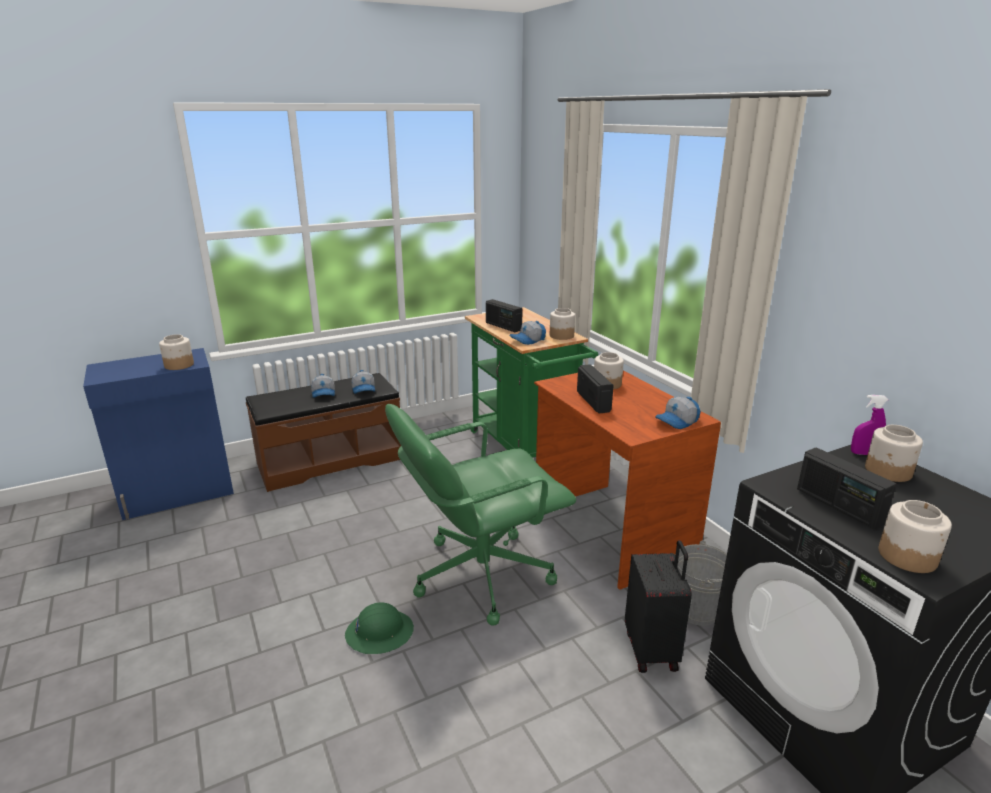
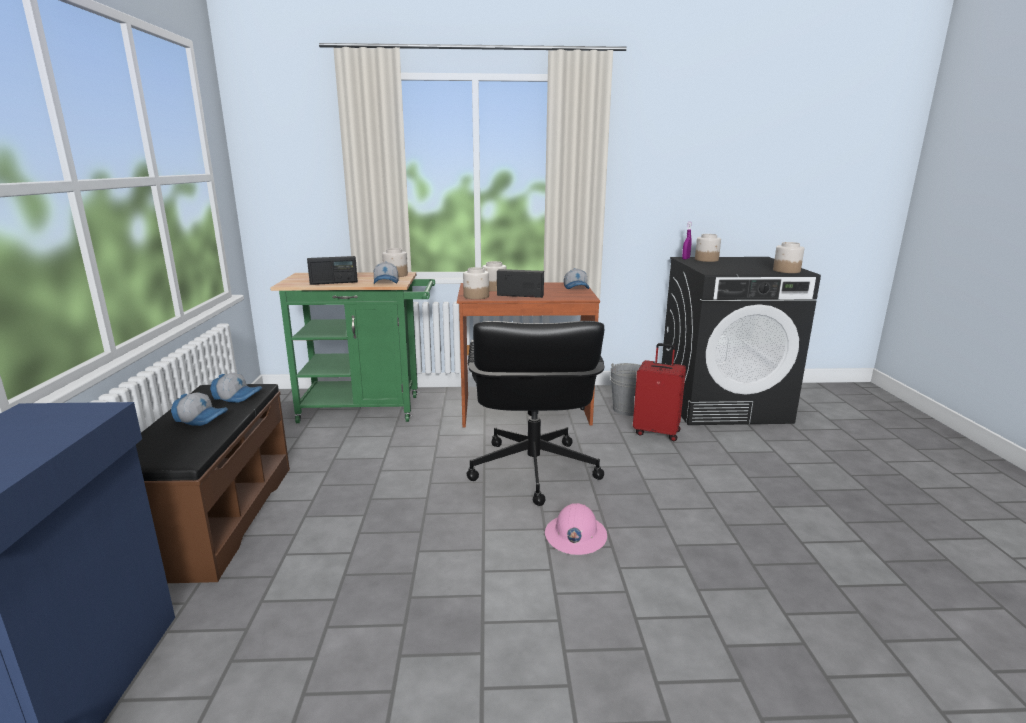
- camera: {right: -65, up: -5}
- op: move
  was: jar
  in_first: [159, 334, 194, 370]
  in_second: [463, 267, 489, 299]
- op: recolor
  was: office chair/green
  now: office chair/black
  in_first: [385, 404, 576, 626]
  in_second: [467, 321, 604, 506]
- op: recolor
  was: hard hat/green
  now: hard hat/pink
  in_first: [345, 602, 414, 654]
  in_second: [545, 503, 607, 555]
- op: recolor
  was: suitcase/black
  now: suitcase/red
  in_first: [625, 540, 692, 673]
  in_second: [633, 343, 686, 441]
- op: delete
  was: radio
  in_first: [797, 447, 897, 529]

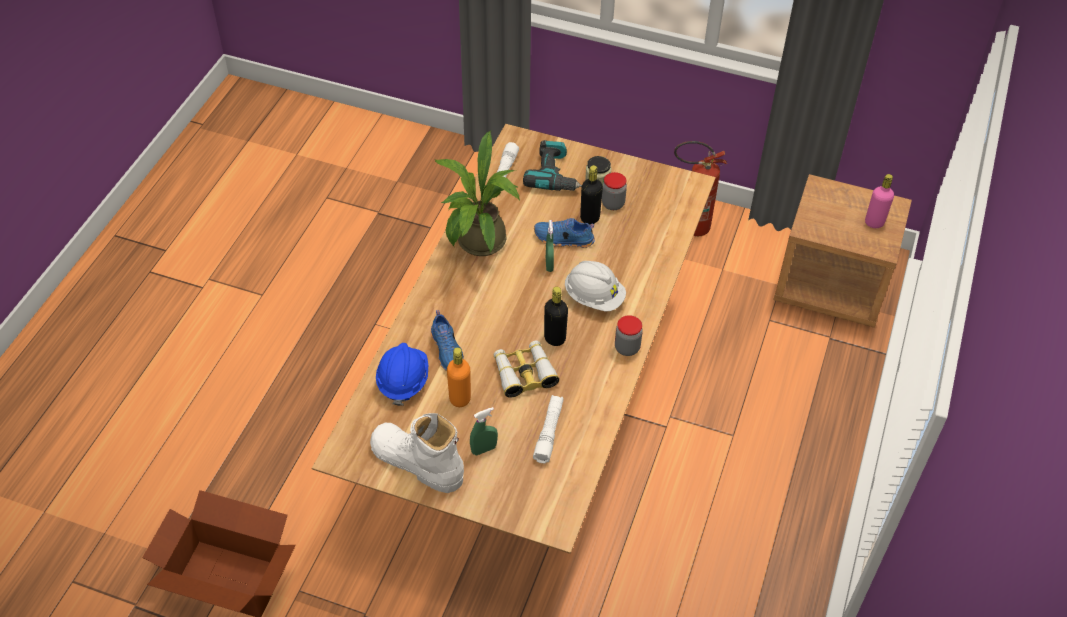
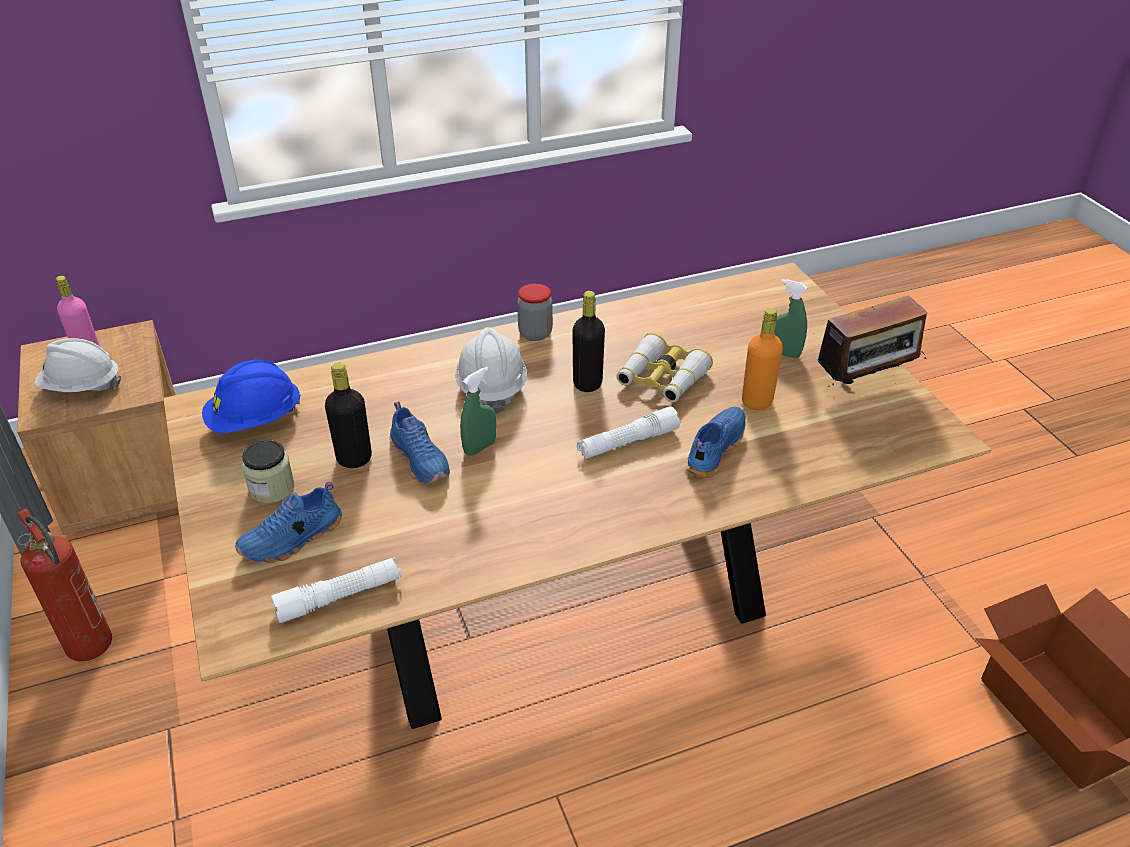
- camera: {right: -130, up: -10}
- op: insert
  now: hard hat/white
  in_second: [35, 338, 121, 392]
- op: move
  was: hard hat/blue
  in_first: [376, 343, 428, 406]
  in_second: [202, 360, 301, 433]
- op: replace
  was: power drill
  now: shoe/blue
  in_first: [523, 140, 582, 191]
  in_second: [235, 482, 342, 563]
- op: move
  was: flashlight/white
  in_first: [533, 395, 564, 463]
  in_second: [577, 406, 680, 459]
- op: replace
  was: boot/white
  now: radio
  in_first: [370, 413, 464, 493]
  in_second: [813, 293, 927, 387]
- op: delete
  was: potted plant
  in_first: [435, 131, 520, 256]
- op: delete
  was: jar
  in_first: [602, 172, 627, 210]

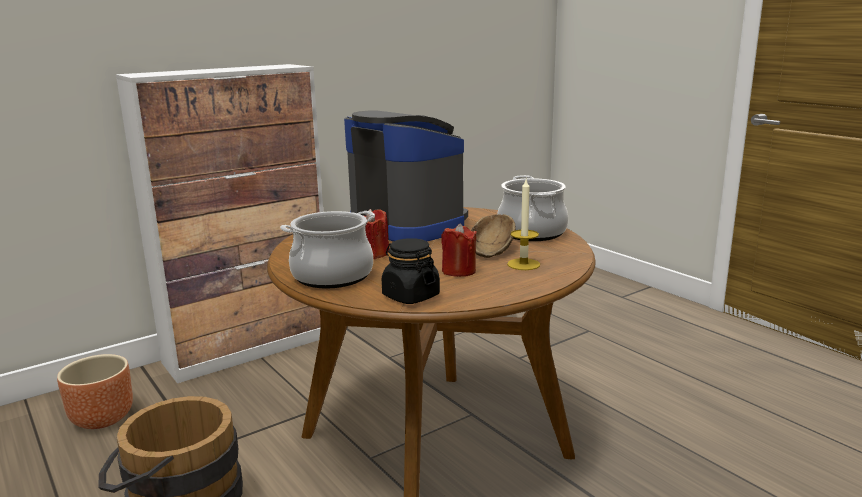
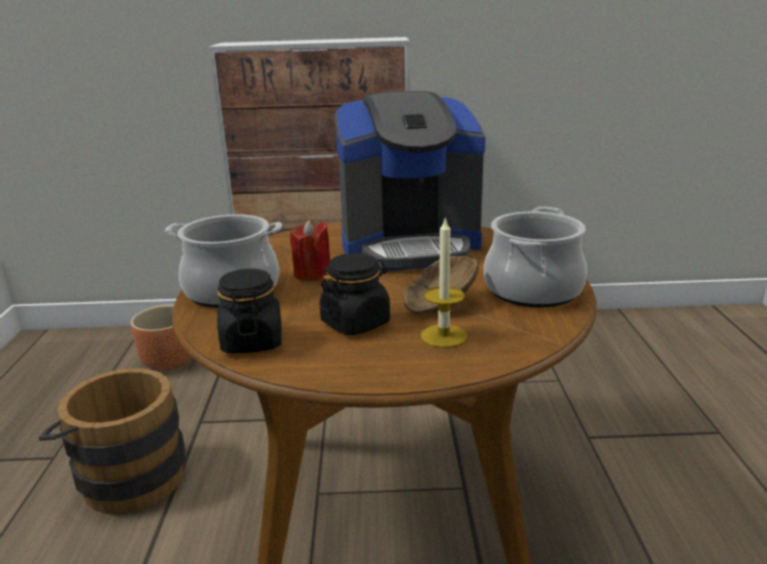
- camera: {right: 35, up: 5}
- op: replace
  was: candle/red
  now: jar/black
  in_first: [441, 223, 477, 277]
  in_second: [319, 253, 390, 335]
- op: rotate
  was: coffee machine
  in_first: [344, 111, 468, 242]
  in_second: [335, 91, 486, 271]
  clockwise: 90

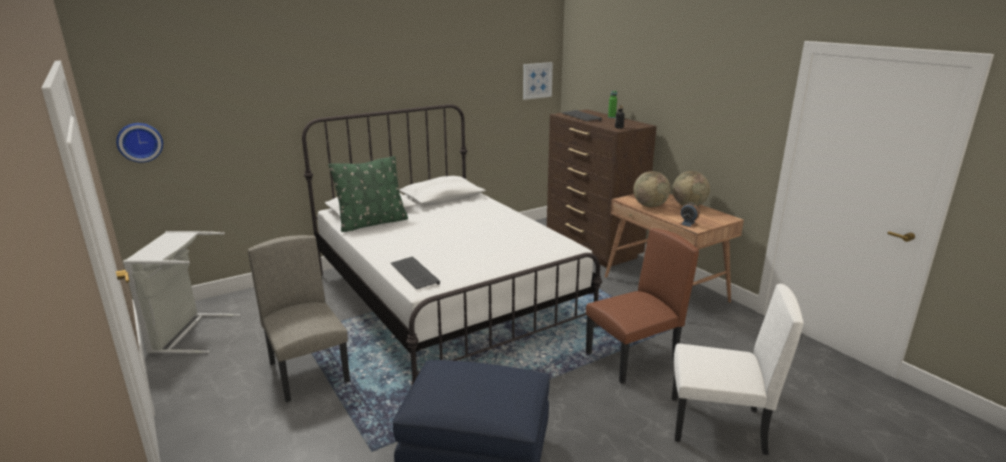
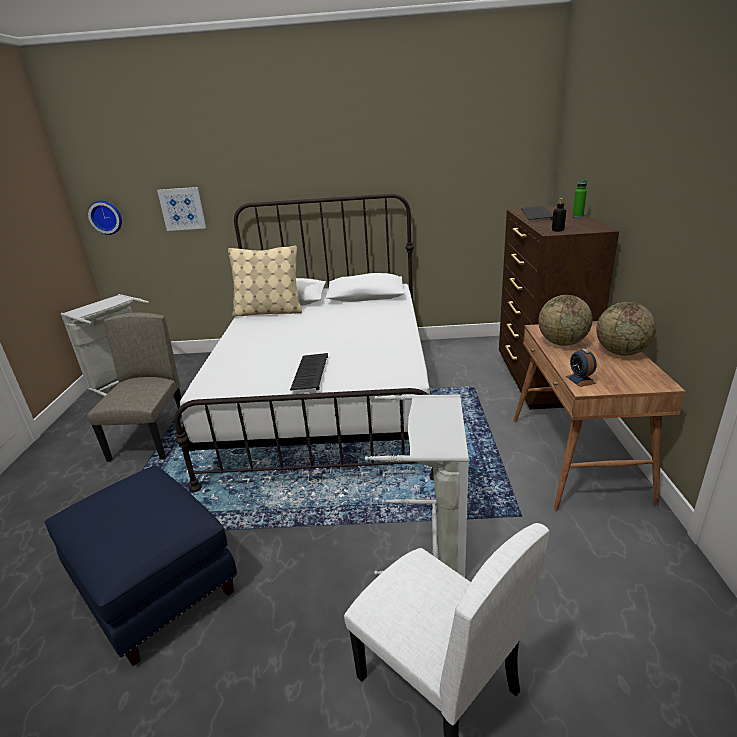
- camera: {right: 35, up: 5}
- op: move
  was: picture
  in_first: [523, 62, 553, 100]
  in_second: [157, 187, 206, 231]
- op: recolor
  was: pillow/green
  now: pillow/beige
  in_first: [329, 156, 408, 232]
  in_second: [228, 246, 302, 316]
- op: move
  was: keyboard
  in_first: [390, 256, 440, 289]
  in_second: [290, 353, 328, 391]
- op: replace
  was: chair/brown
  now: laundry basket/grey
  in_first: [586, 228, 699, 383]
  in_second: [365, 395, 469, 578]

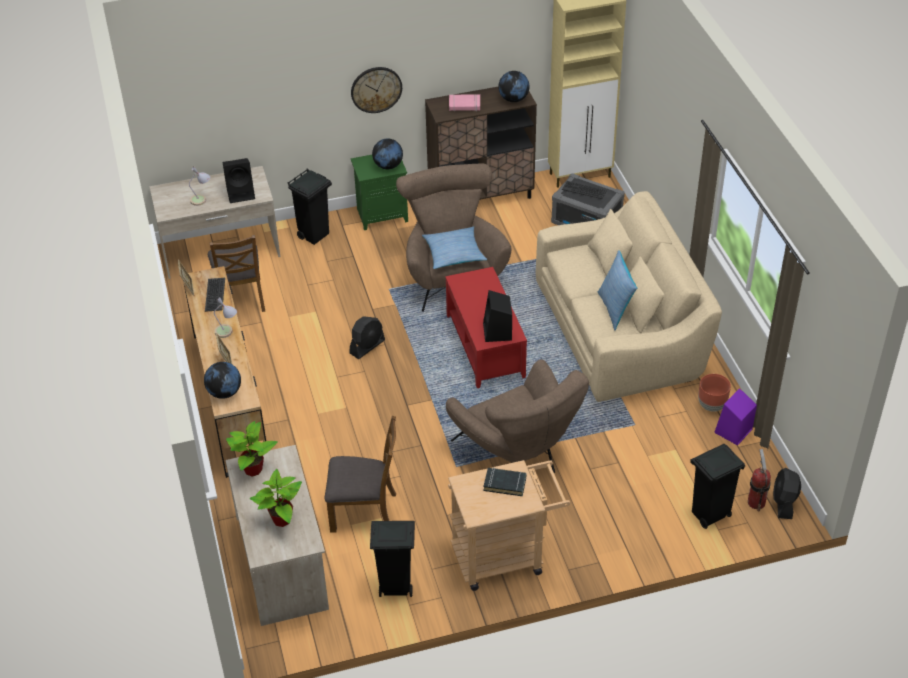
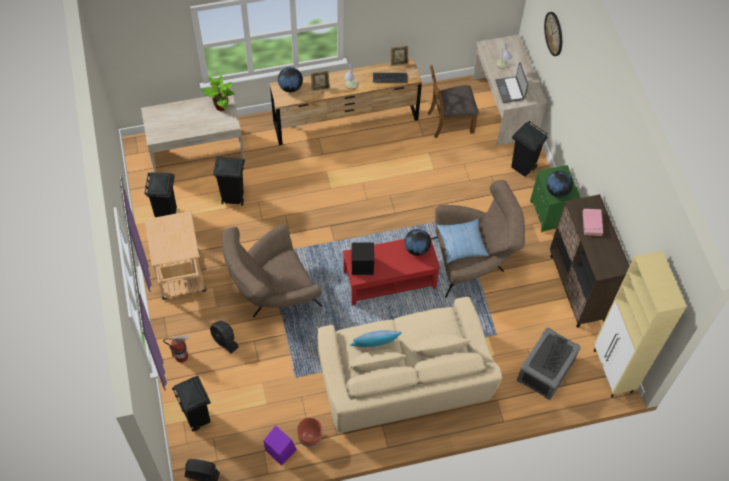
- camera: {right: 90, up: 15}
- op: move
  was: fire extinguisher
  in_first: [748, 449, 771, 512]
  in_second: [163, 336, 189, 363]
- op: move
  was: fan/black
  in_first: [349, 316, 385, 359]
  in_second: [210, 320, 239, 354]
- op: replace
  was: chair/brown
  now: trash can/black
  in_first: [325, 416, 396, 532]
  in_second: [213, 157, 245, 206]
- op: move
  was: globe
  in_first: [498, 71, 529, 102]
  in_second: [404, 229, 431, 256]
- op: replace
  was: speaker/black
  now: laptop
  in_first: [223, 158, 255, 203]
  in_second: [495, 62, 528, 103]
- op: move
  was: wall clock
  in_first: [351, 67, 402, 113]
  in_second: [544, 12, 562, 56]
- op: delete
  was: potted plant
  in_first: [250, 469, 302, 527]
- op: delete
  was: book/black
  in_first: [484, 468, 526, 496]

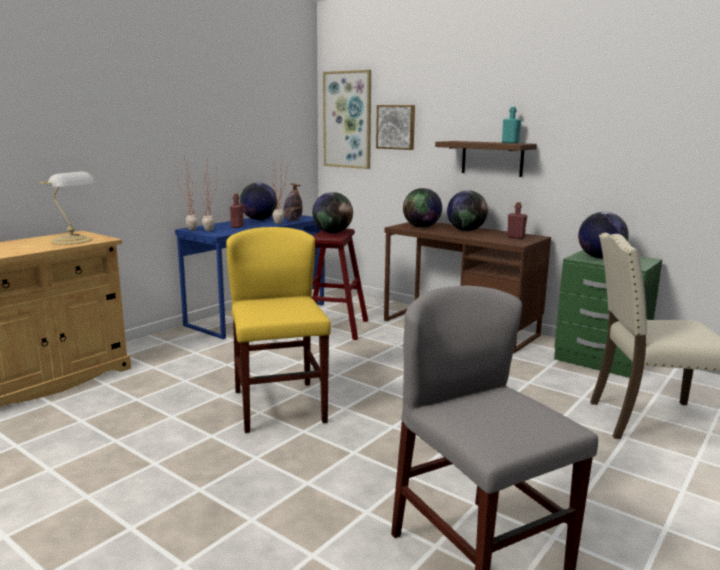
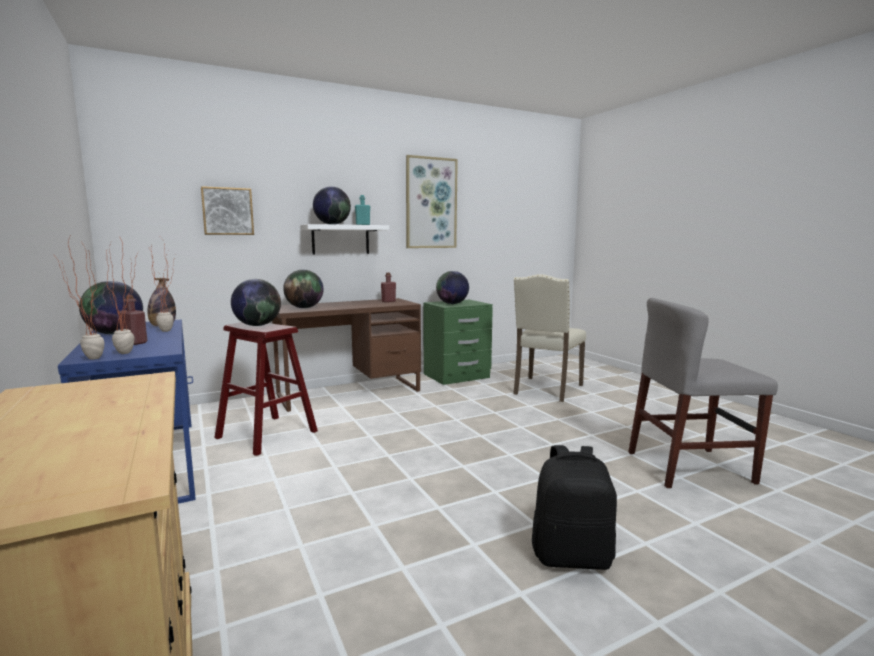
- camera: {right: -65, up: -5}
- op: recolor
  was: shelf/brown
  now: shelf/white
  in_first: [435, 141, 537, 177]
  in_second: [300, 224, 389, 254]
- op: move
  was: globe
  in_first: [447, 190, 488, 231]
  in_second: [313, 186, 351, 224]
- op: move
  was: picture
  in_first: [323, 70, 371, 169]
  in_second: [406, 155, 458, 248]
- op: insert
  now: backpack/black
  in_second: [532, 445, 617, 570]
- op: delete
  was: table lamp
  in_first: [39, 172, 97, 245]
- op: delete
  was: chair/yellow
  in_first: [226, 227, 331, 433]

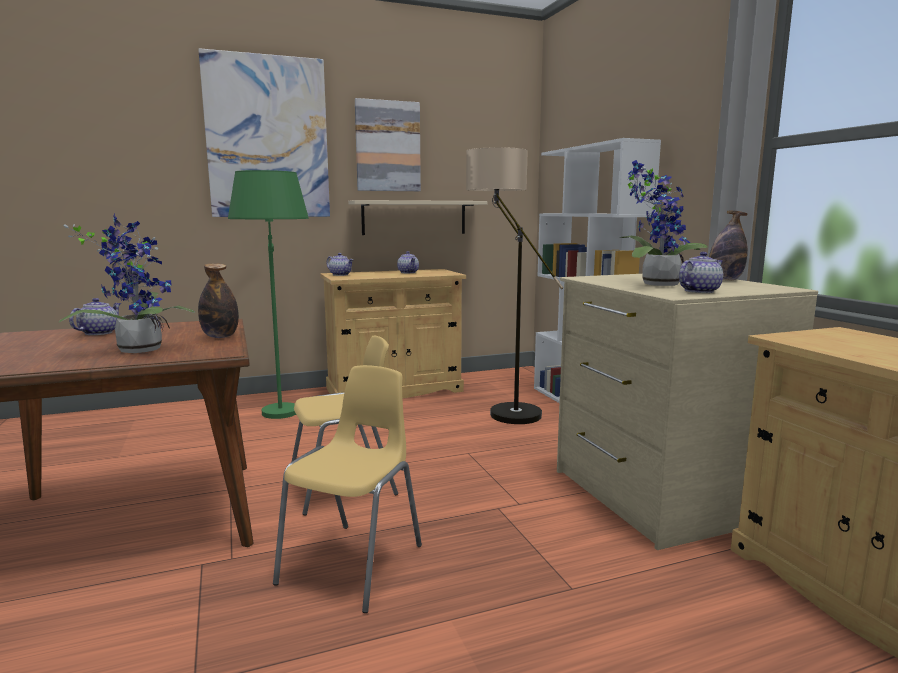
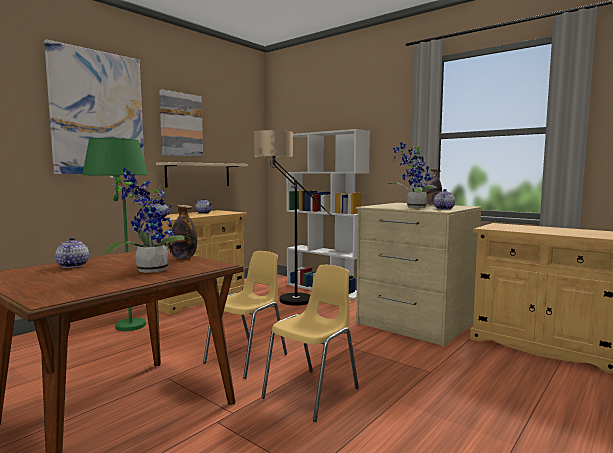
- camera: {right: -30, up: -5}
- op: rotate
  was: chair/yellow
  in_first: [273, 365, 422, 613]
  in_second: [261, 265, 359, 422]
  clockwise: 45

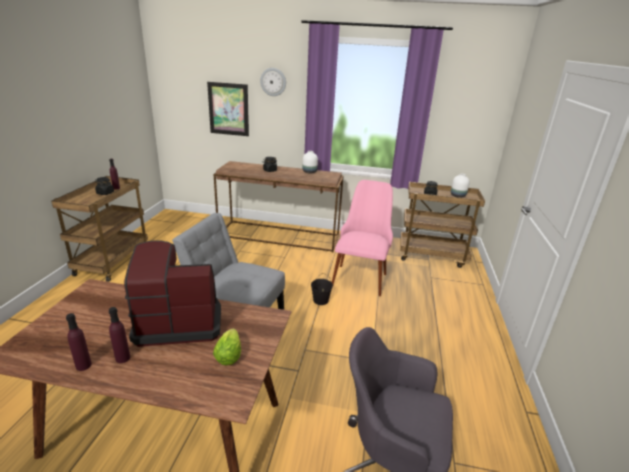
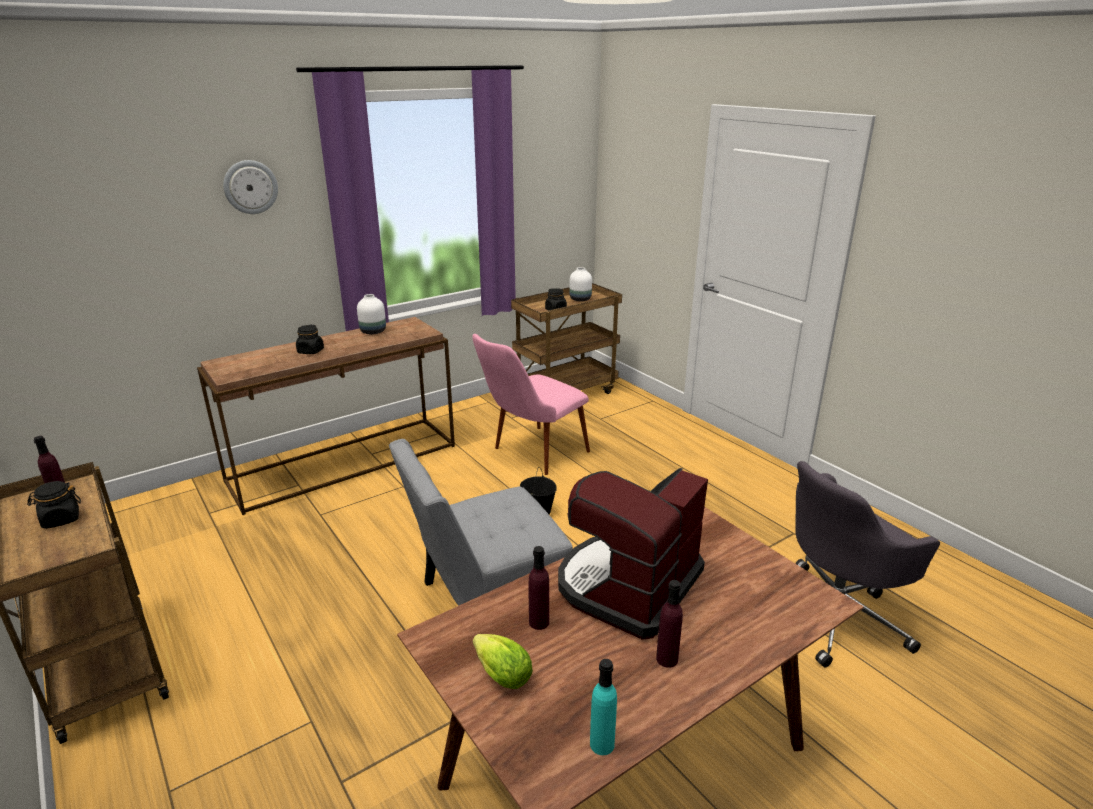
- camera: {right: -45, up: 0}
- op: rotate
  was: chair/pink
  in_first: [332, 180, 393, 296]
  in_second: [472, 334, 590, 475]
  clockwise: -105
- op: move
  was: lettuce
  in_first: [213, 328, 241, 365]
  in_second: [473, 634, 533, 689]
- op: move
  was: bottle/purple
  in_first: [66, 313, 92, 371]
  in_second: [529, 546, 549, 630]
- op: insert
  now: bottle/turquoise
  in_second: [590, 659, 617, 755]
- op: delete
  was: picture
  in_first: [207, 82, 249, 136]

